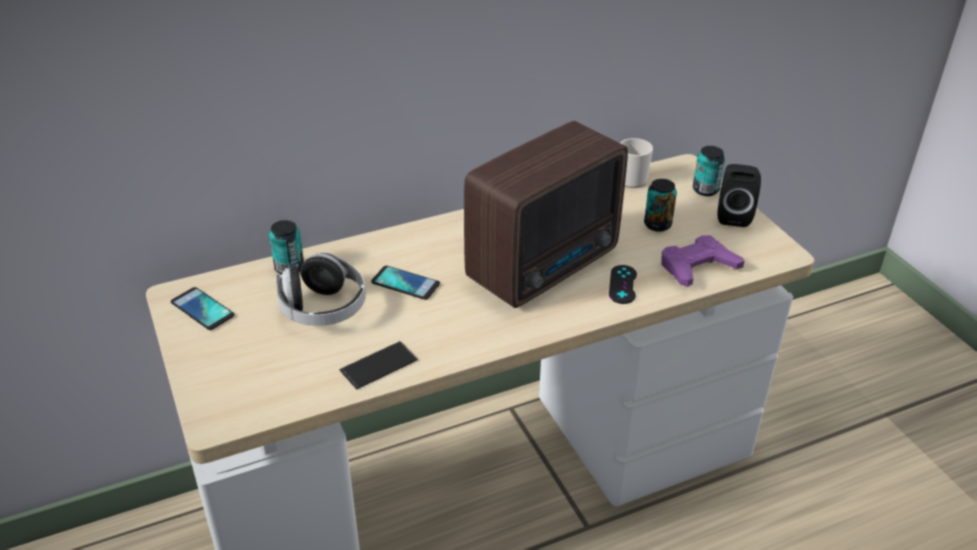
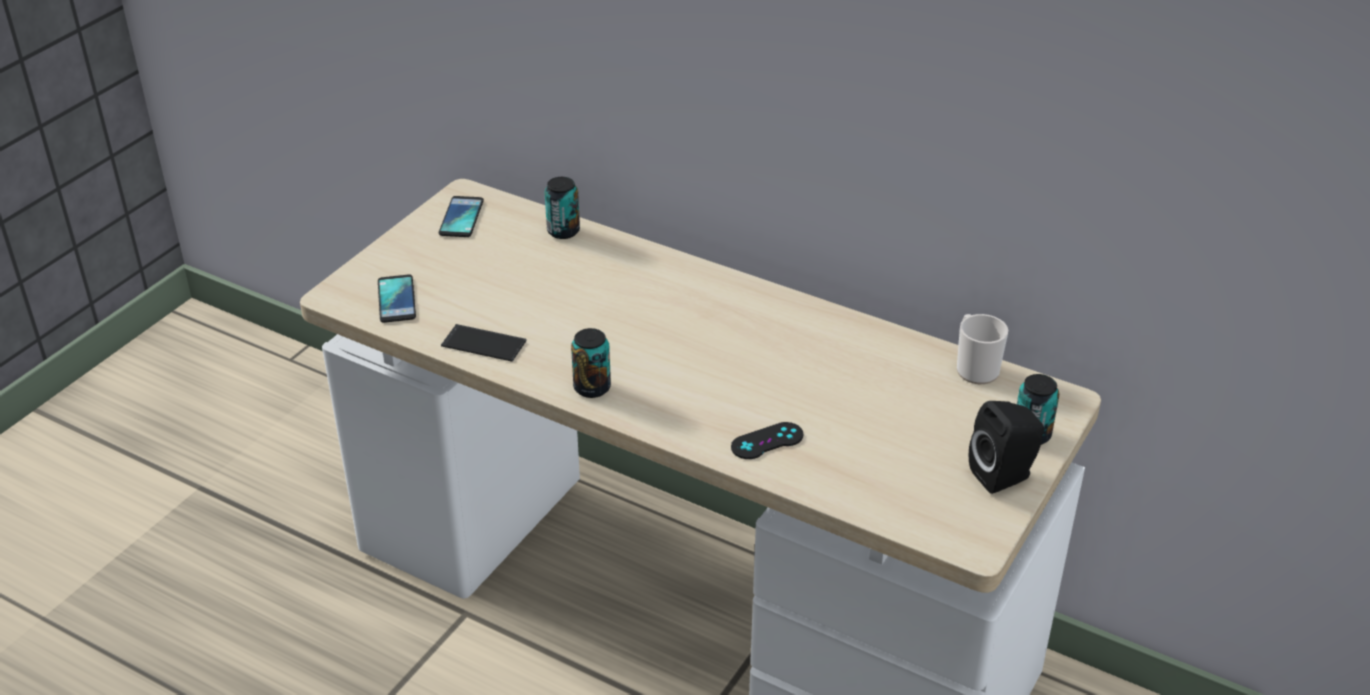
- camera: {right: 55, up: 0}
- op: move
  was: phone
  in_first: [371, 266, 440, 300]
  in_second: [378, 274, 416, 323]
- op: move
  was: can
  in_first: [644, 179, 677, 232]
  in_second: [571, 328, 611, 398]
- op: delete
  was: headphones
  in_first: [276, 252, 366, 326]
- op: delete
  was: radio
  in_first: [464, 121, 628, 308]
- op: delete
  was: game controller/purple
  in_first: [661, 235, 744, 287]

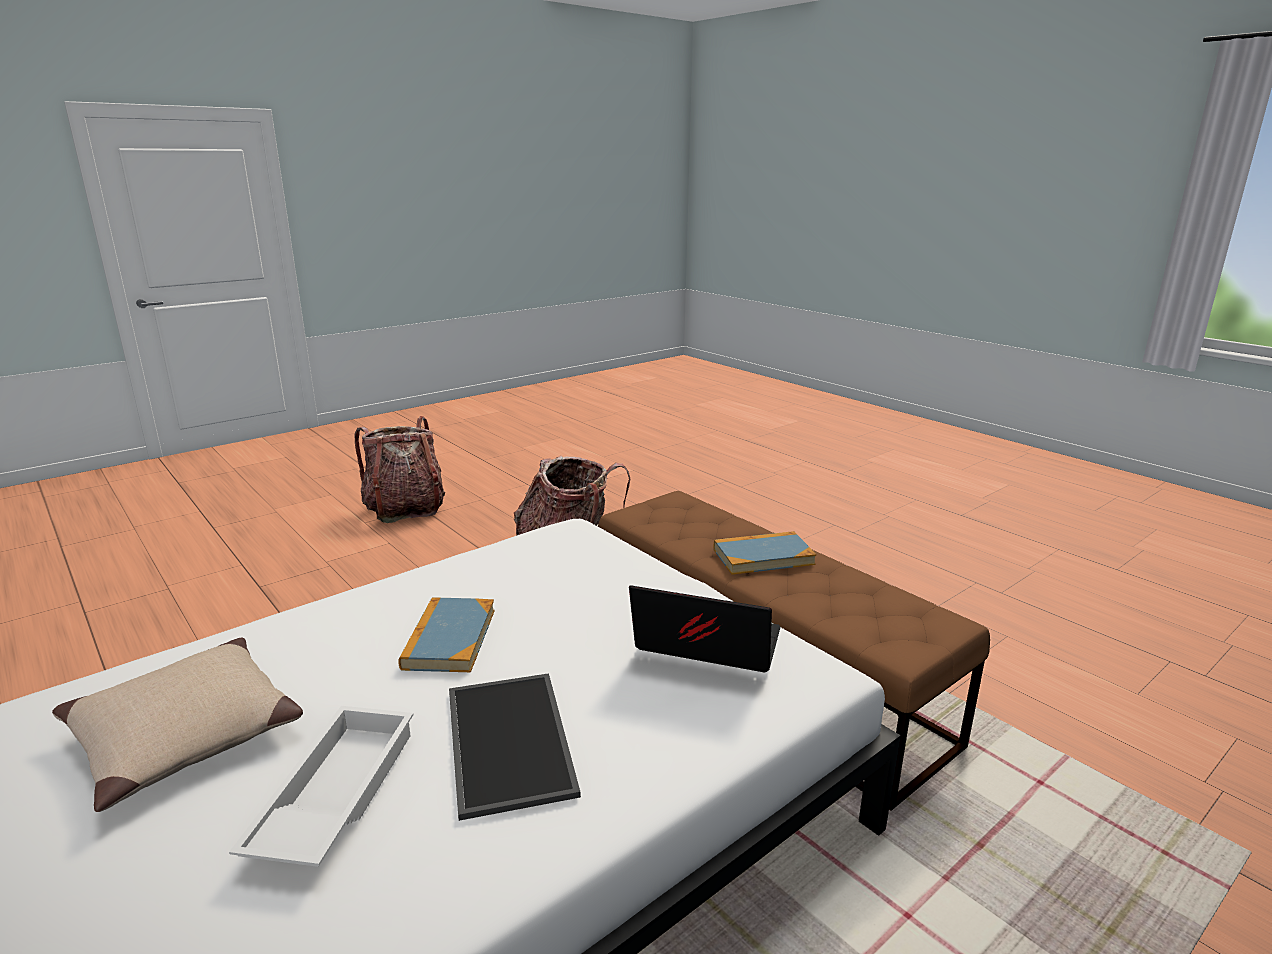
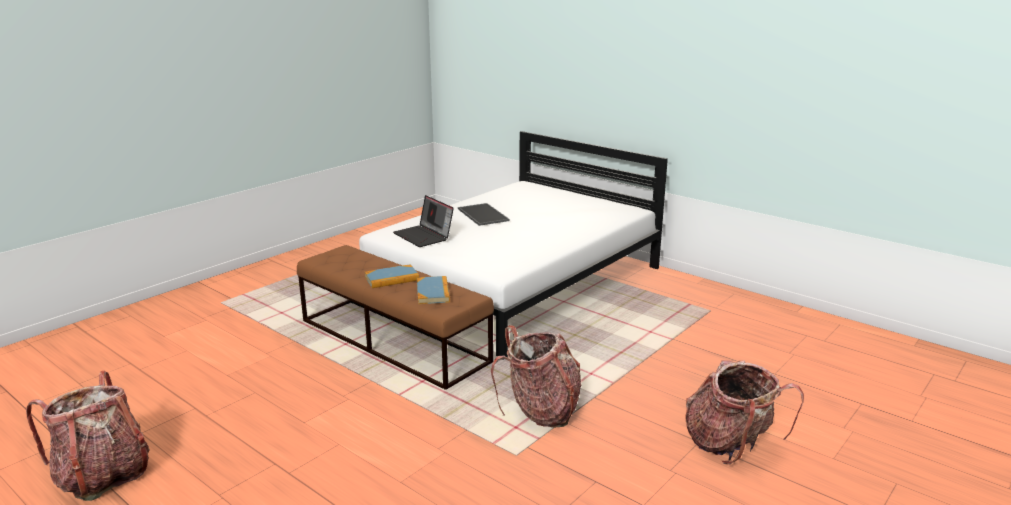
- camera: {right: 170, up: 0}
- op: insert
  now: backpack
  in_second: [26, 371, 150, 501]
- op: rotate
  was: laptop
  in_first: [629, 585, 780, 672]
  in_second: [393, 195, 454, 247]
  clockwise: 45
- op: move
  was: book
  in_first: [398, 597, 495, 672]
  in_second: [417, 276, 450, 304]
- op: delete
  was: pillow/beige
  in_first: [52, 638, 303, 812]
- op: delete
  was: tray/white
  in_first: [229, 706, 413, 867]

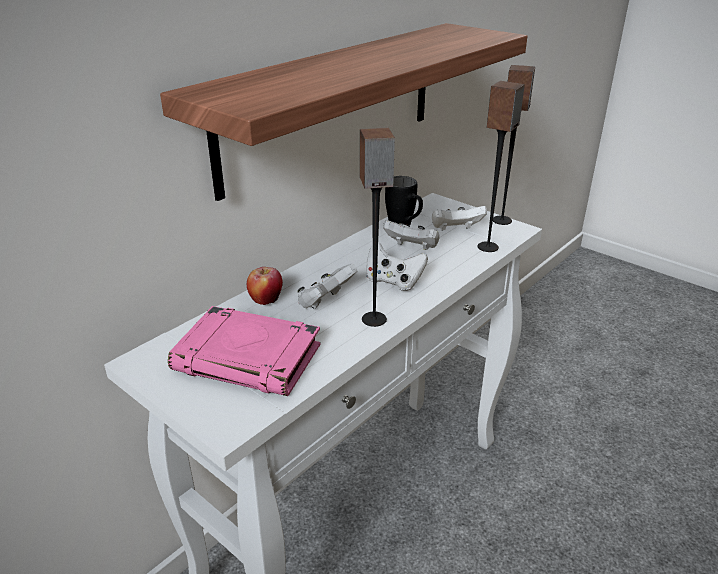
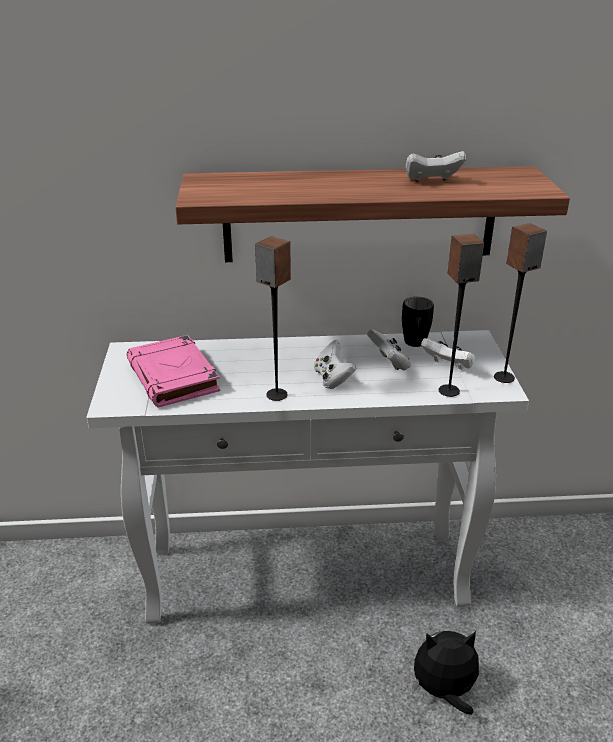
- camera: {right: 45, up: 0}
- op: move
  was: game controller/white
  in_first: [297, 264, 357, 309]
  in_second: [406, 151, 466, 182]
- op: insert
  now: plush toy
  in_second: [412, 631, 479, 715]
- op: delete
  was: apple
  in_first: [247, 267, 283, 305]

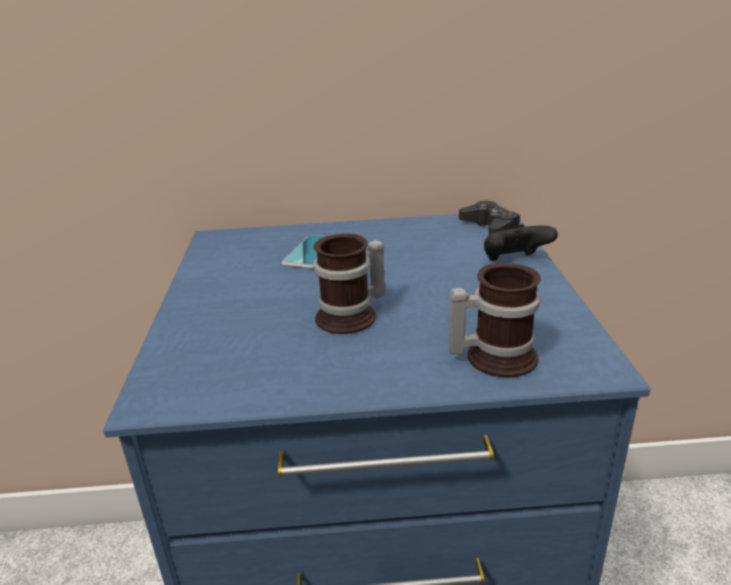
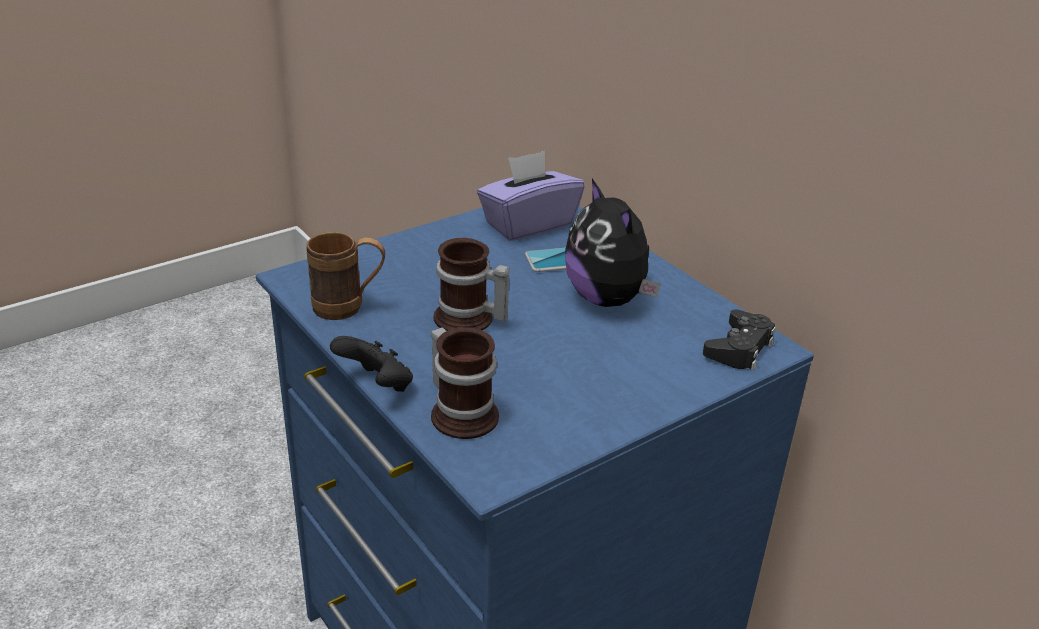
- camera: {right: 55, up: 5}
- op: insert
  now: mug/brown
  in_second: [306, 232, 385, 320]
- op: move
  was: game controller/black
  in_first: [484, 224, 558, 261]
  in_second: [330, 336, 413, 392]
- op: insert
  now: tissue box/purple
  in_second: [477, 151, 585, 241]
- op: insert
  now: plush toy
  in_second: [565, 179, 660, 307]

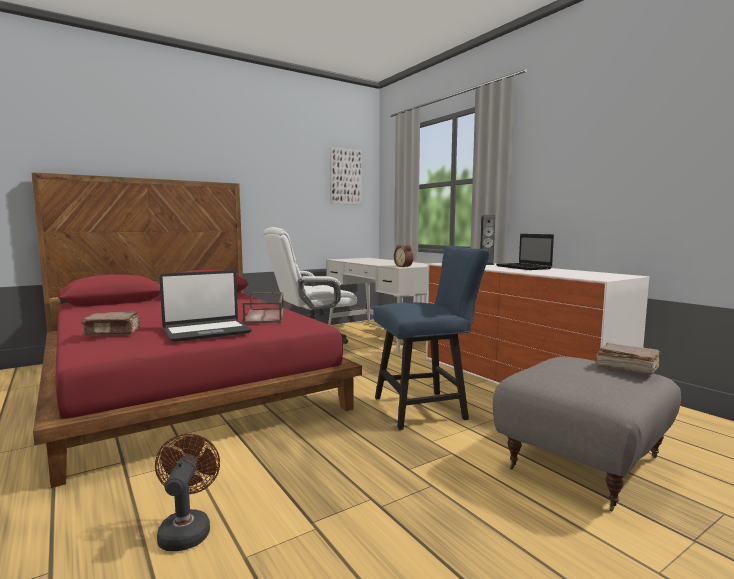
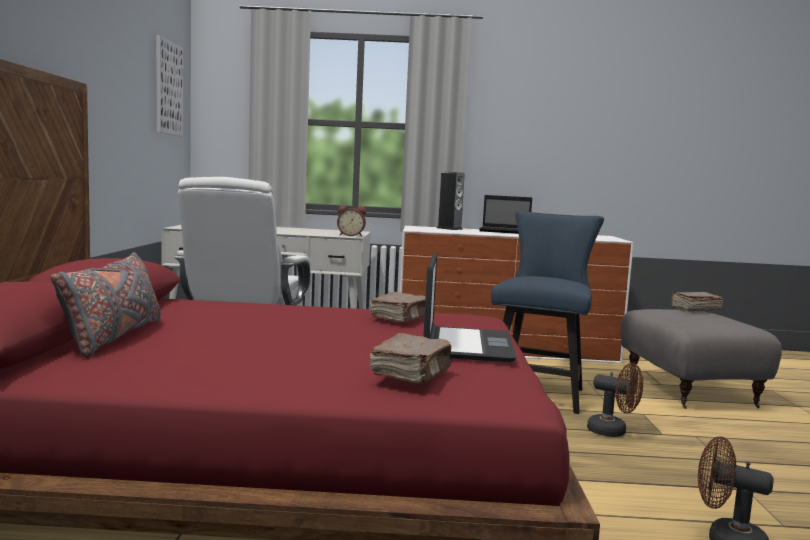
- camera: {right: -55, up: 0}
- op: insert
  now: pillow/grey
  in_second: [50, 252, 161, 357]
- op: replace
  was: tray/brown
  now: book/brown
  in_first: [243, 292, 284, 324]
  in_second: [370, 292, 425, 322]
- op: insert
  now: fan/brown
  in_second: [587, 363, 643, 437]

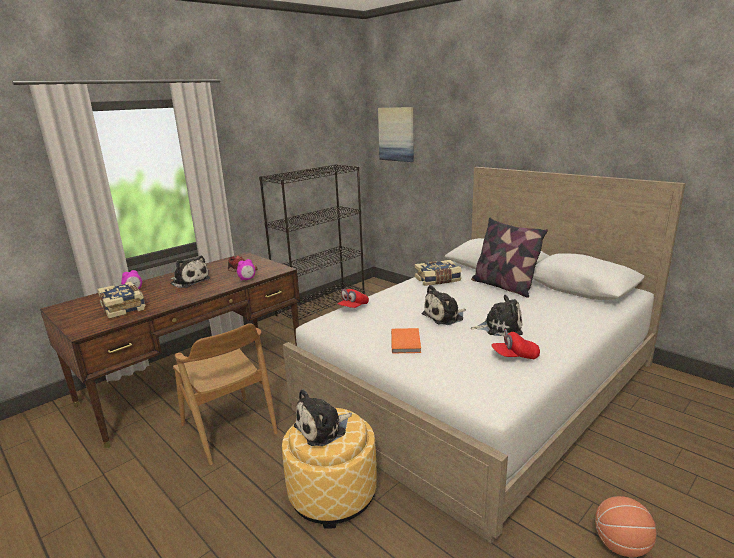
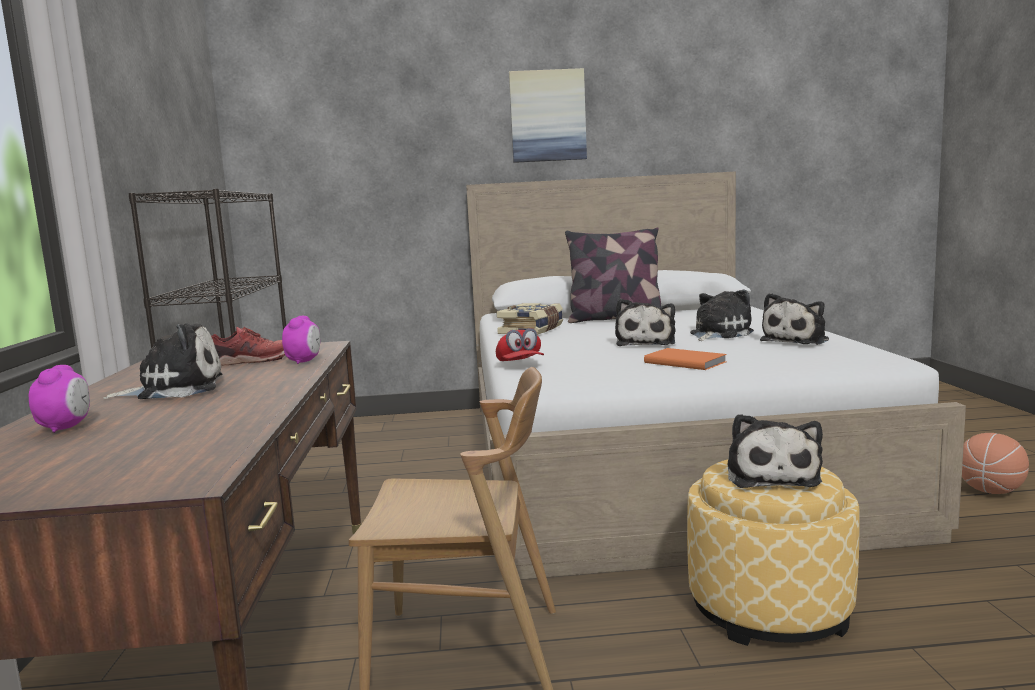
- camera: {right: -50, up: -10}
- op: move
  was: picture
  in_first: [378, 107, 414, 162]
  in_second: [509, 68, 587, 163]
- op: replace
  was: cap/red
  now: plush toy
  in_first: [491, 329, 540, 359]
  in_second: [760, 293, 829, 345]
- op: delete
  was: book
  in_first: [97, 282, 145, 319]

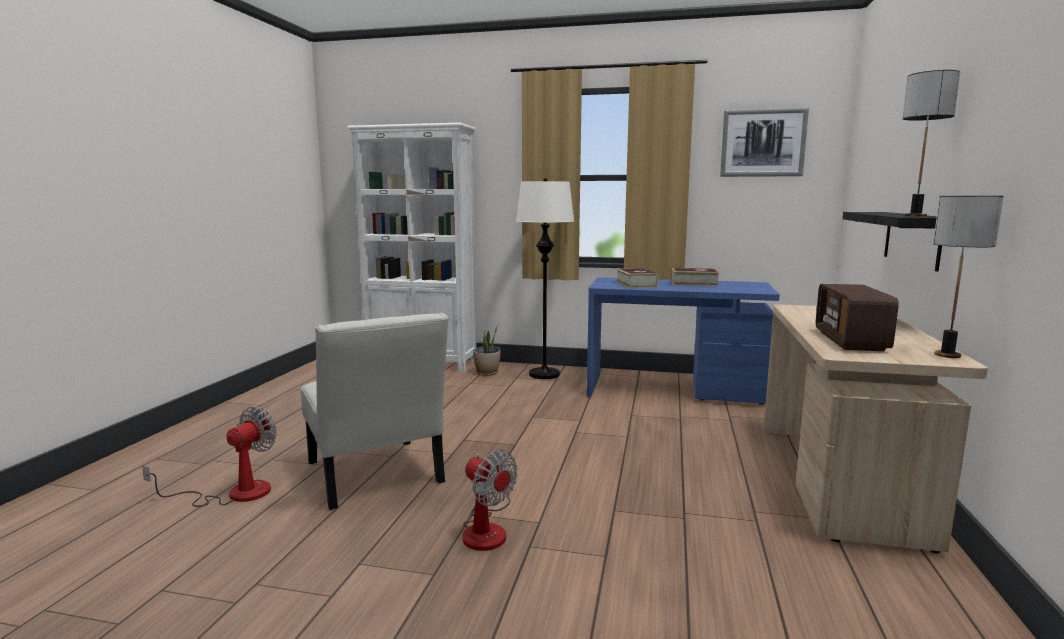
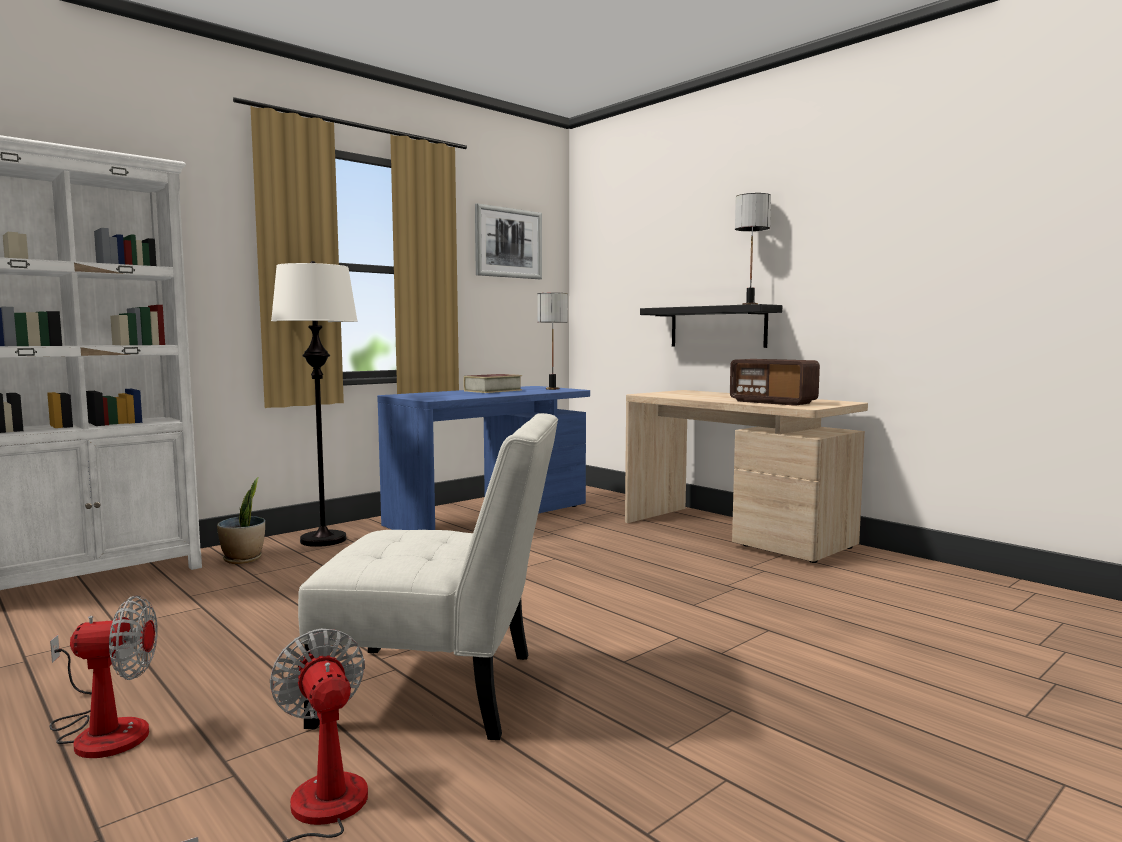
- camera: {right: -55, up: -5}
- op: move
  was: fan
  in_first: [462, 450, 518, 551]
  in_second: [49, 596, 158, 758]
- op: move
  was: table lamp
  in_first: [933, 196, 1004, 358]
  in_second: [537, 293, 568, 390]
- op: delete
  was: book
  in_first: [615, 268, 659, 288]

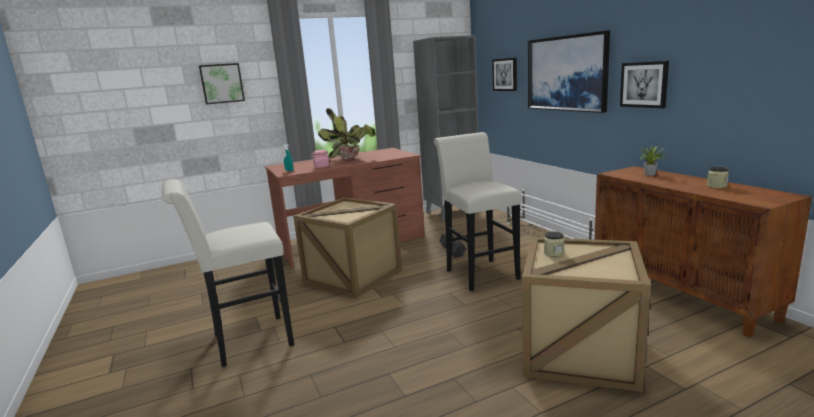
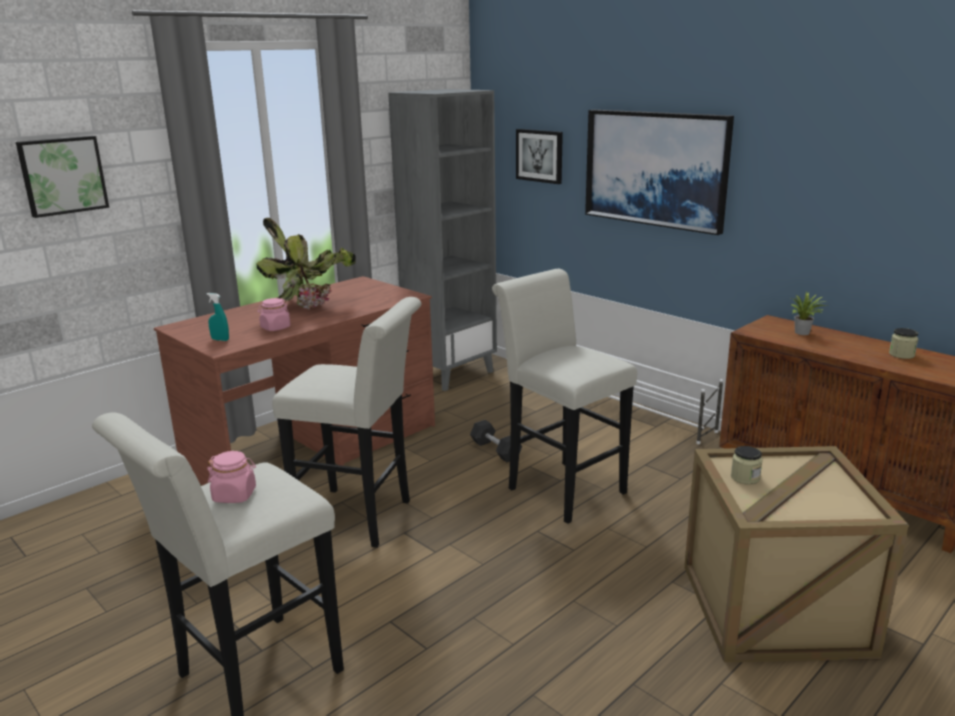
- camera: {right: -20, up: 5}
- op: insert
  now: jar/pink
  in_second: [207, 451, 256, 503]
- op: replace
  was: crate
  now: stool/white
  in_first: [293, 197, 402, 299]
  in_second: [272, 297, 422, 548]
- op: delete
  was: picture
  in_first: [620, 61, 669, 108]

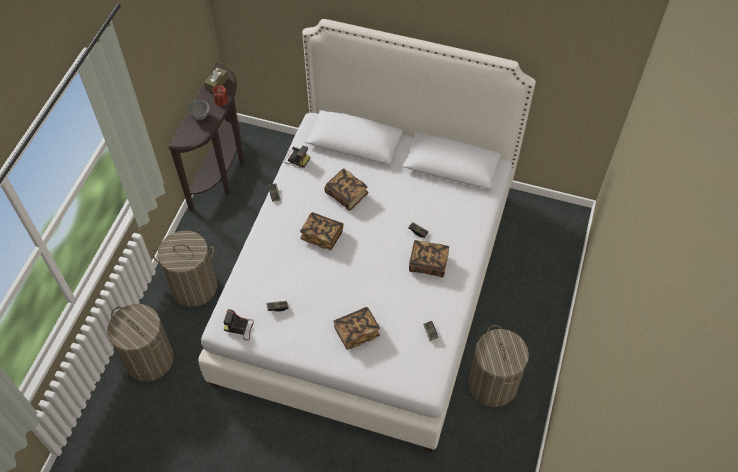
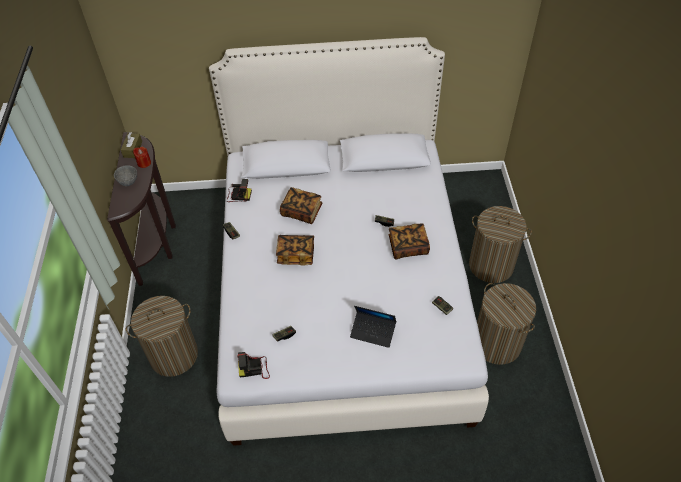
- camera: {right: -20, up: -5}
- op: replace
  was: book
  now: laptop
  in_first: [333, 307, 380, 350]
  in_second: [350, 306, 396, 348]
- op: move
  was: laundry basket
  in_first: [107, 304, 174, 382]
  in_second: [469, 206, 532, 283]

